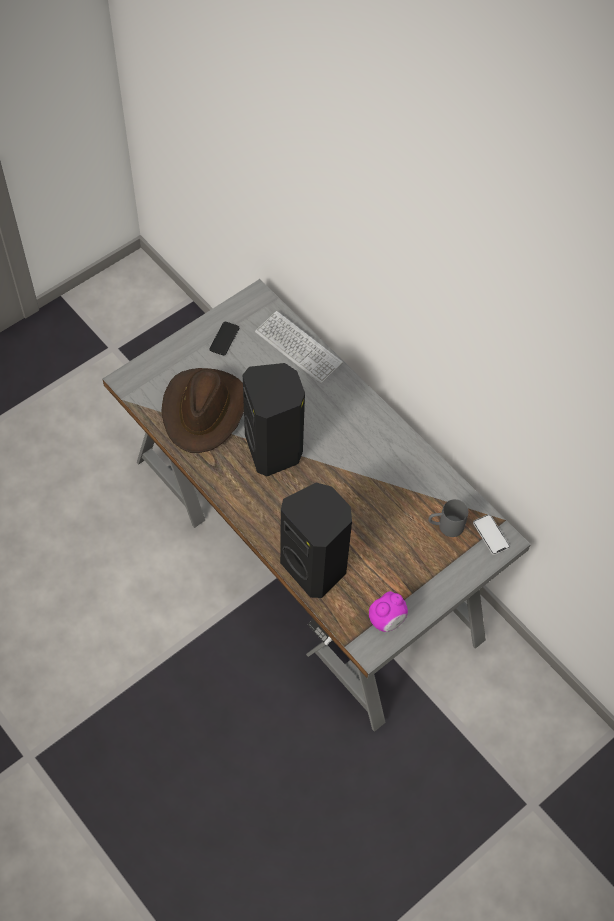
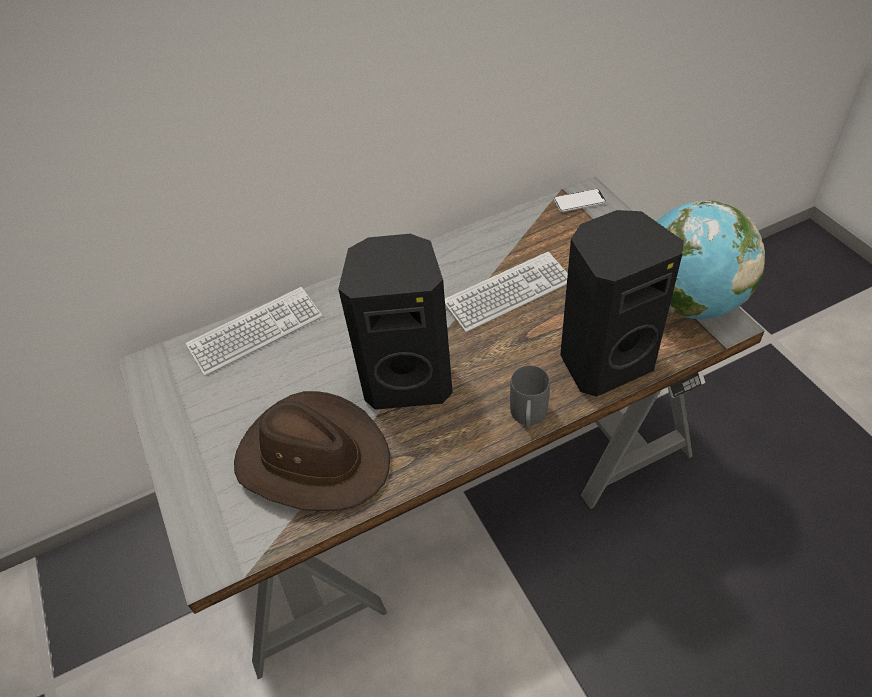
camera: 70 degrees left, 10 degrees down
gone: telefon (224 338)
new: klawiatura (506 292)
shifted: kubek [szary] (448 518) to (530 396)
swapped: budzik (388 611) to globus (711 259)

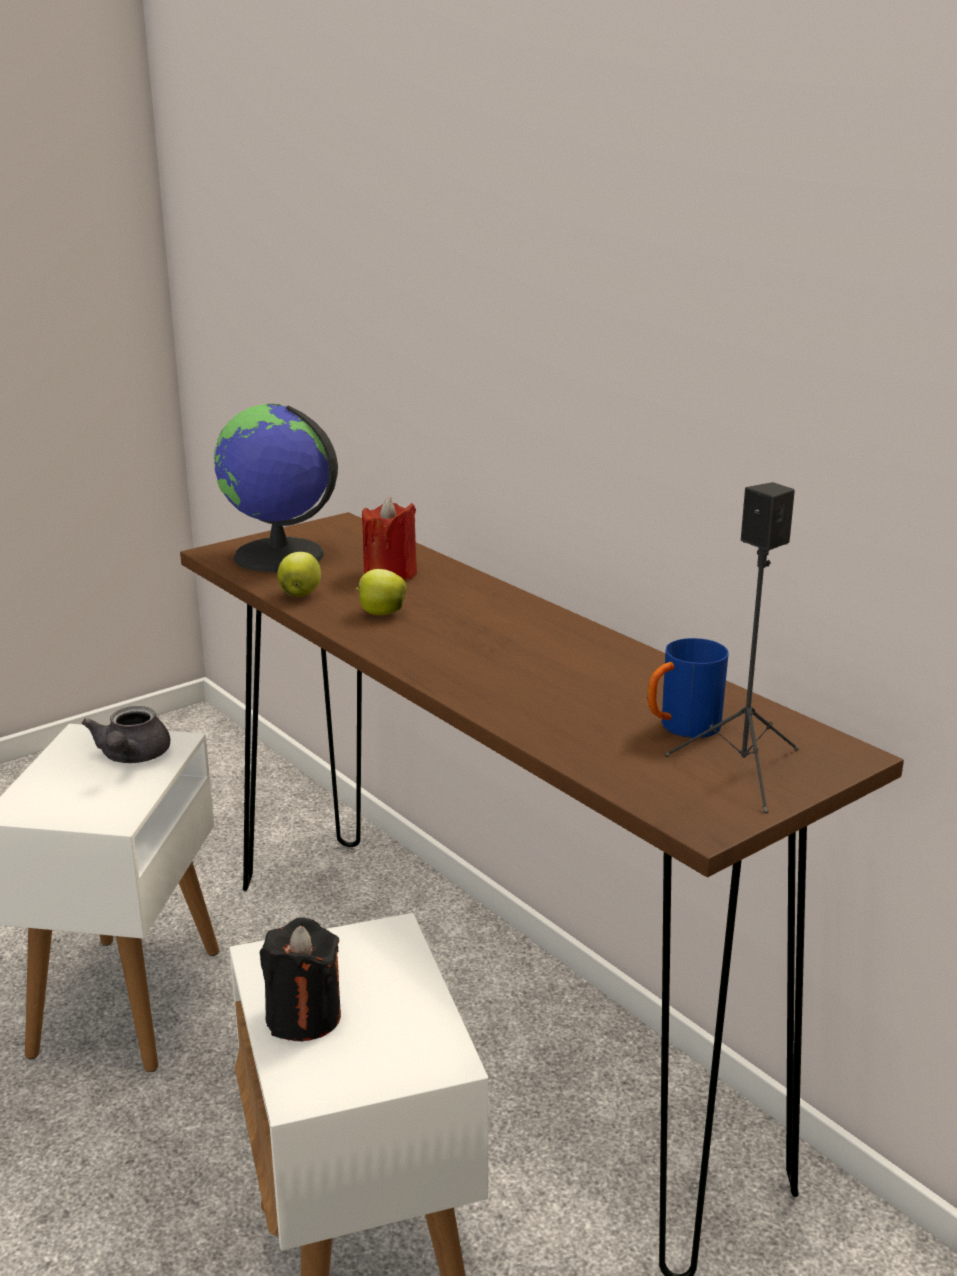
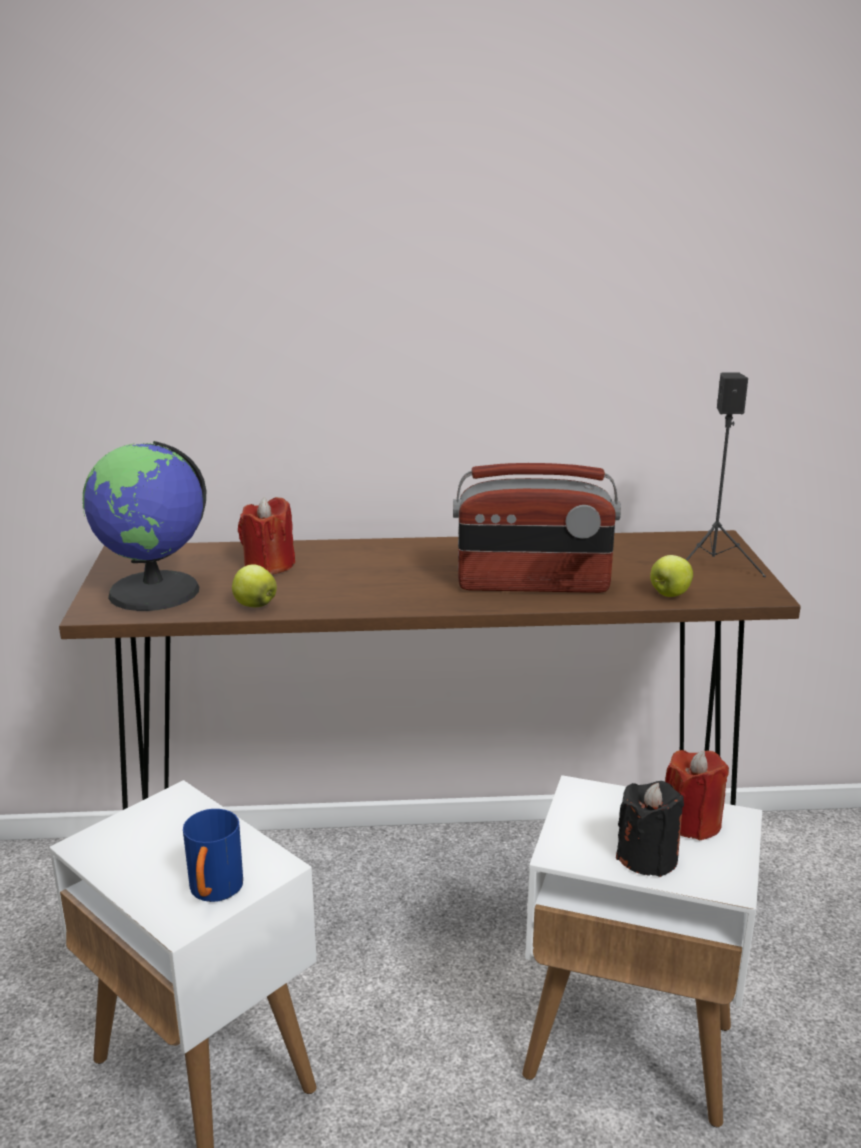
camera: 55 degrees left, 0 degrees up
gone: imbryk [szary] (126 734)
new: radio (537 528); świeca [czerwony] (697 795)
shifted: jabłko (381 592) to (671 576); kubek [niebieski] (688 688) to (213 855)

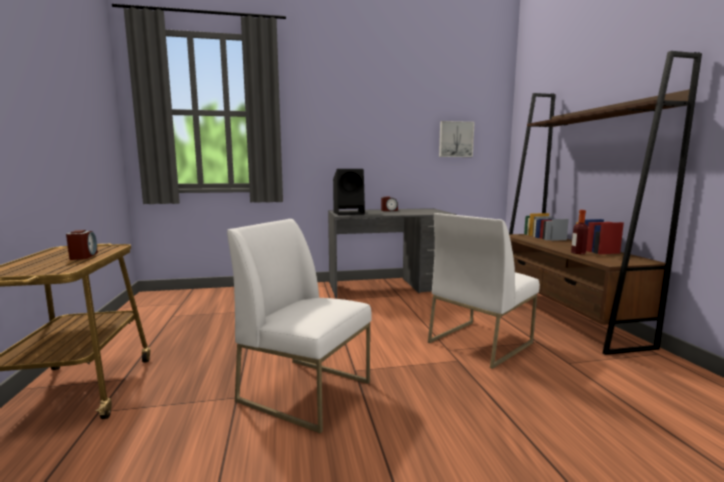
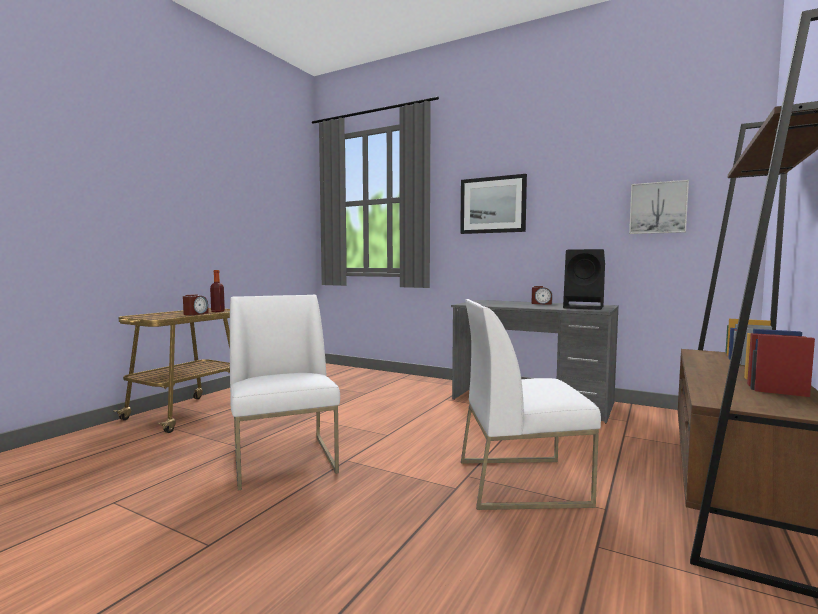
camera: 40 degrees right, 5 degrees down
new: obraz (493 204)
shifted: głośnik [czarny] (349 192) to (584 279); butelka (579 232) to (217 291)

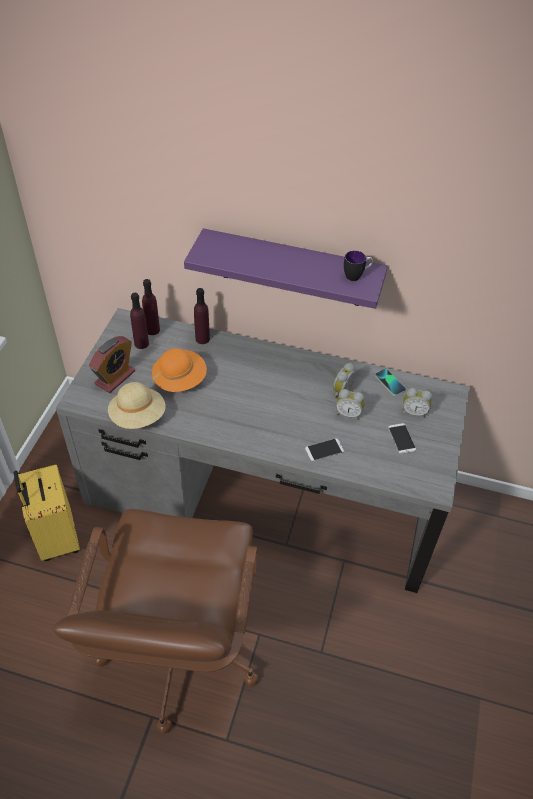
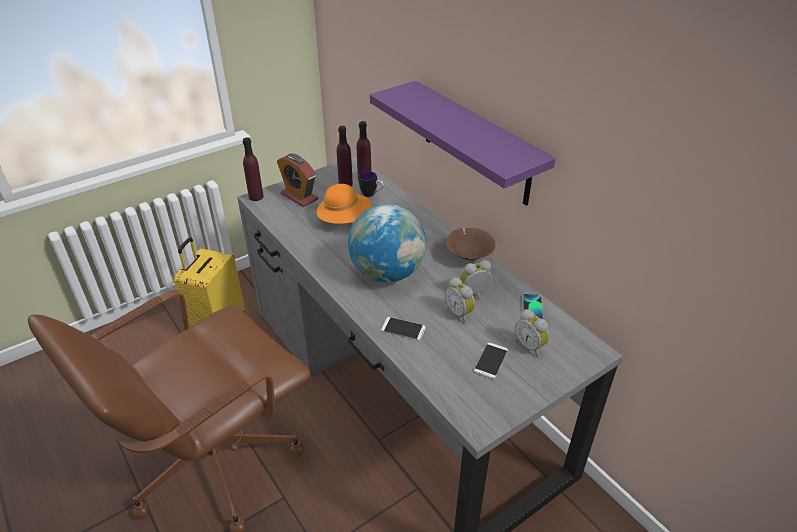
camera: 40 degrees right, 10 degrees down
gone: kapelusz [beżowy] (137 405)
new: globus (387 243); miska [brązowy] (471 244)
shifted: kubek (358 266) to (371 184); butelka [fioletowy] (202 316) to (253 169)
rotated: budzik (112 364) = (297 180) 60 degrees clockwise

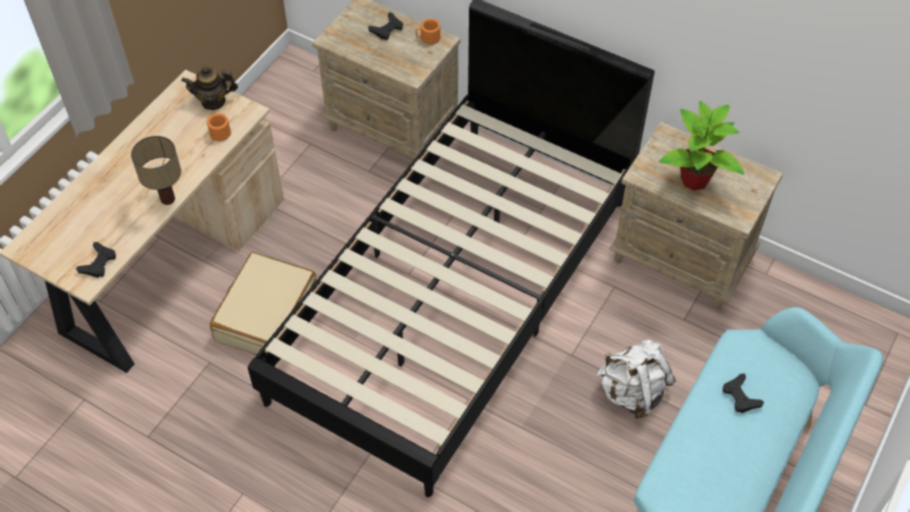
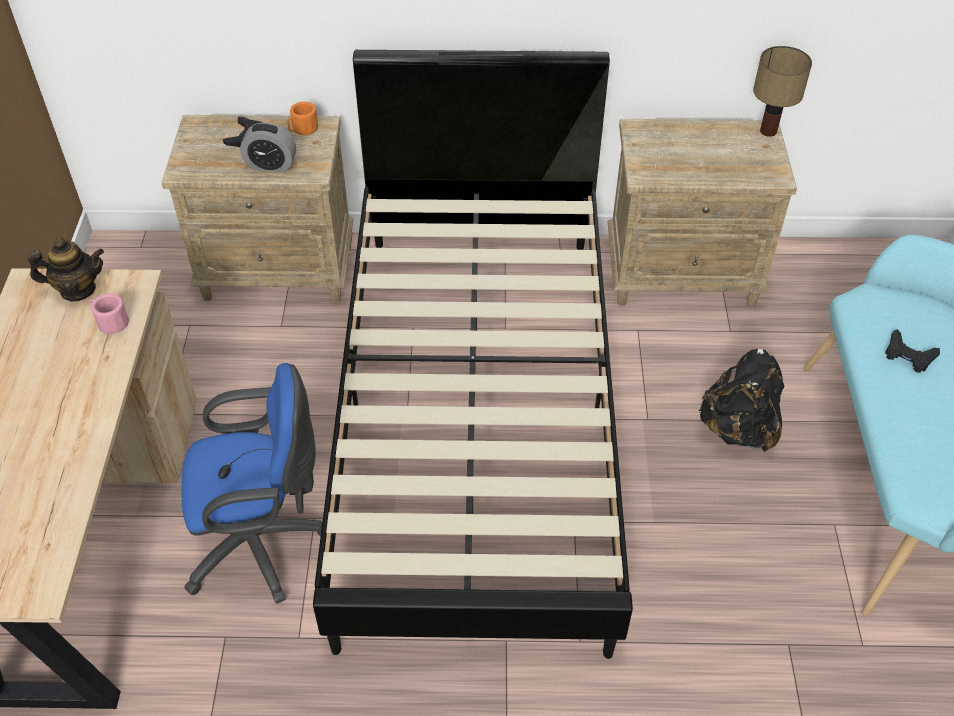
camera: 30 degrees left, 5 degrees down
gone: roślina doniczkowa (701 146); pad do gier [czarny] (96 260)
new: budzik (268 148)
shifted: lampa stołowa (156 170) to (782 91)
swapped: walizka [beżowy] (263 306) to krzesło biurowe [niebieski] (252 483)
repainted: kubek [pomarańczowy] (219 127) to kubek [różowy] (109 313); plecak [biały] (636 379) to plecak [czarny] (741 400)
rotated: imbryk (209 88) = (65 270) 150 degrees counterclockwise

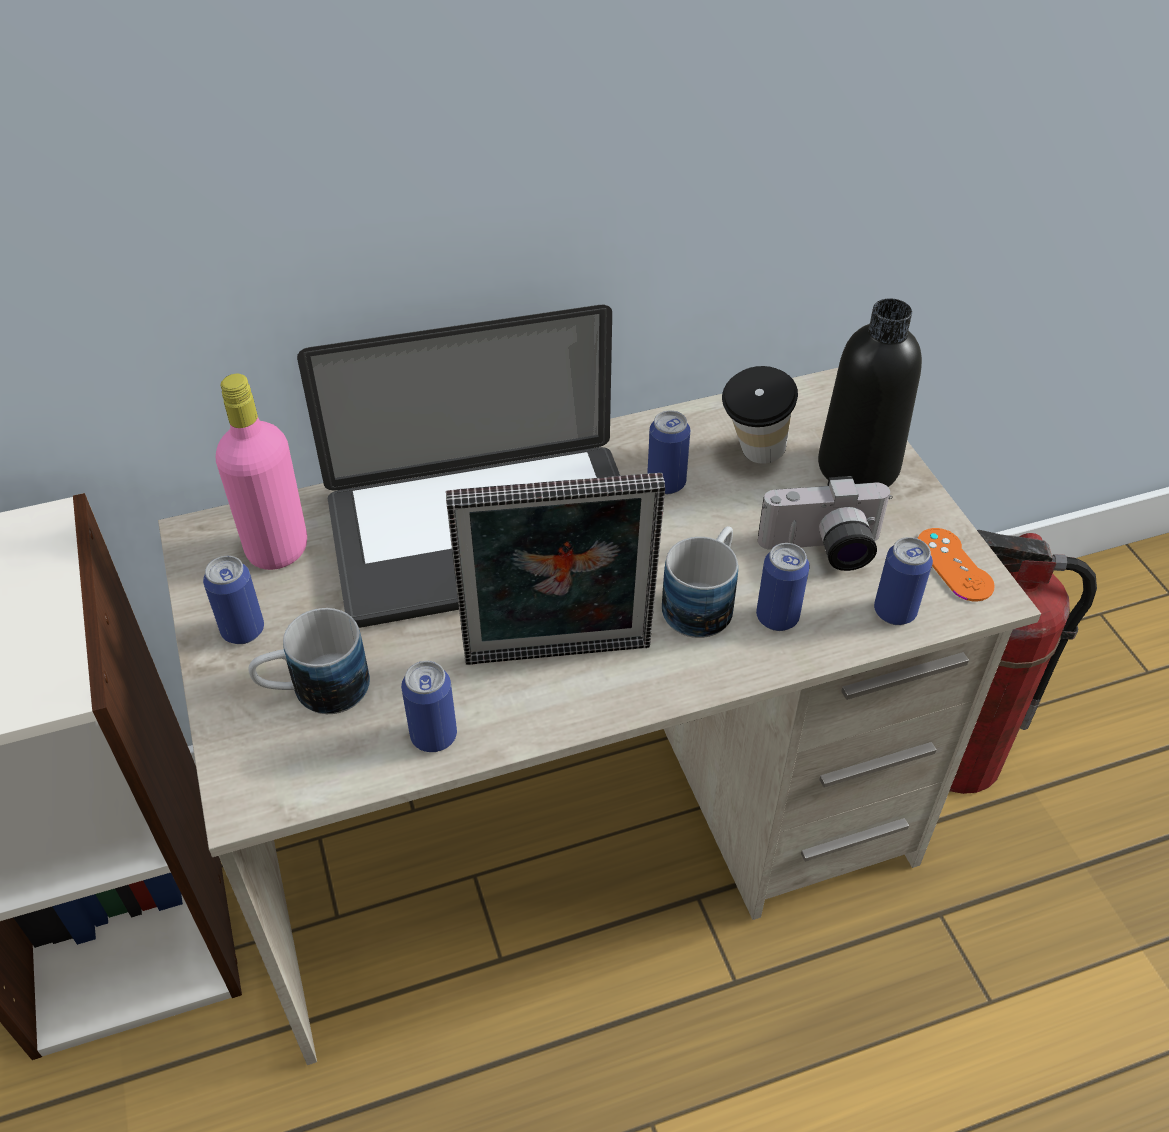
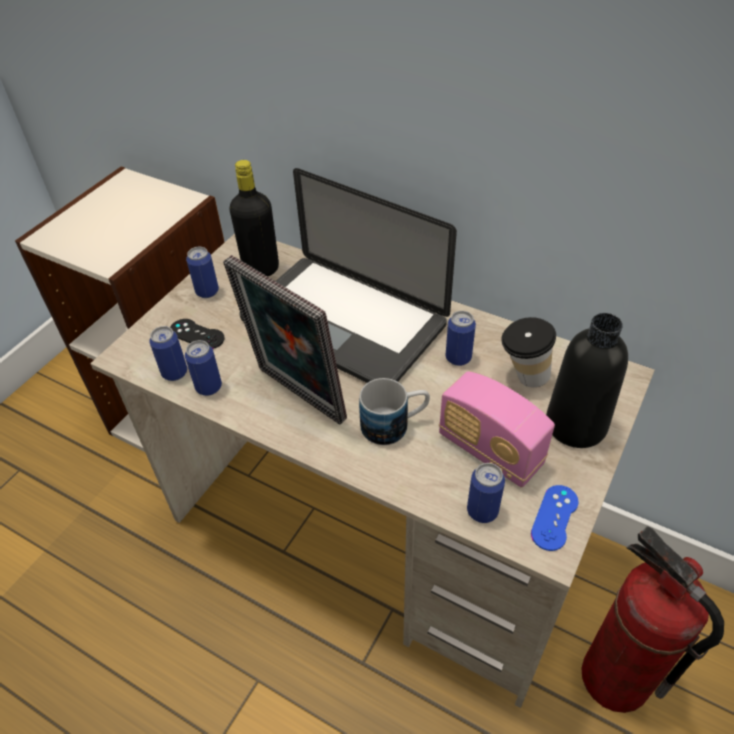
camera: 50 degrees right, 0 degrees up
shifted: puszka (783 587) to (168 353)
swapped: aparat fotograficzny (825 523) to radio (497 429); kubek (309 661) to pad do gier [czarny] (197 334)
repainted: butelka [różowy] (261 472) to butelka [czarny] (254 218); pad do gier [pomarańczowy] (956 564) to pad do gier [niebieski] (555 518)

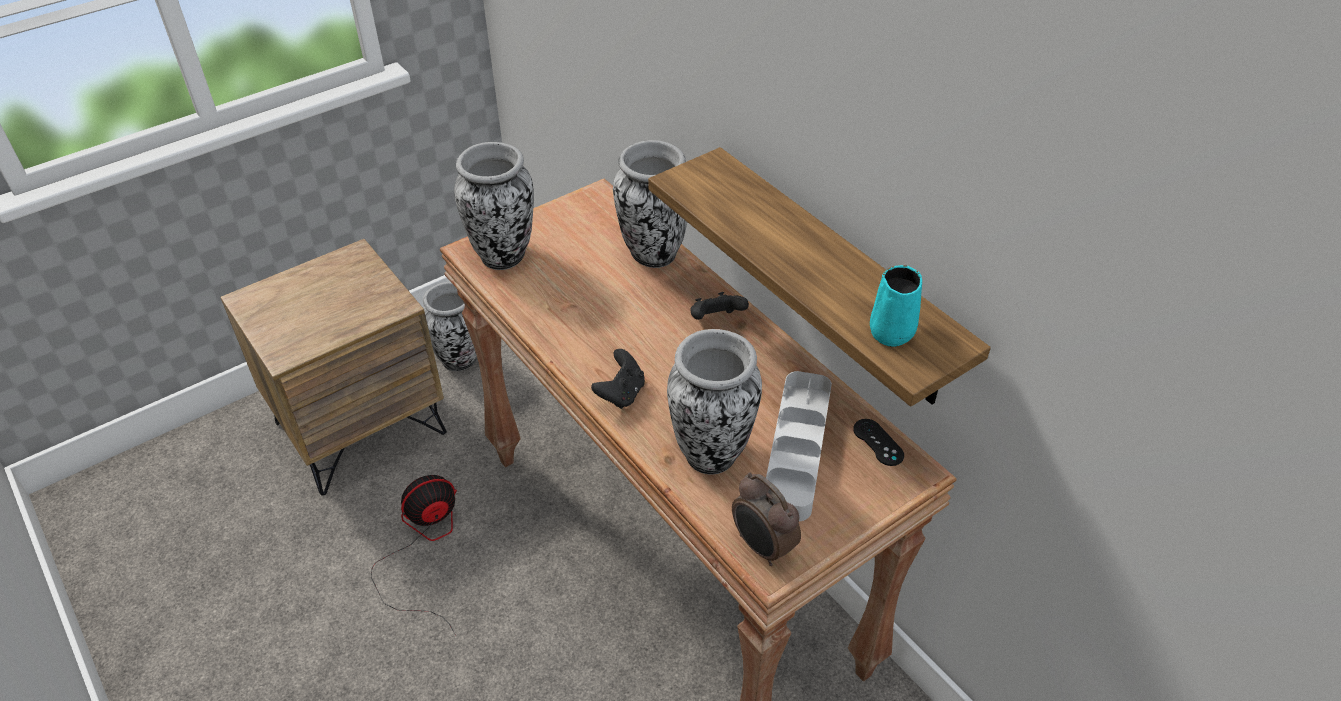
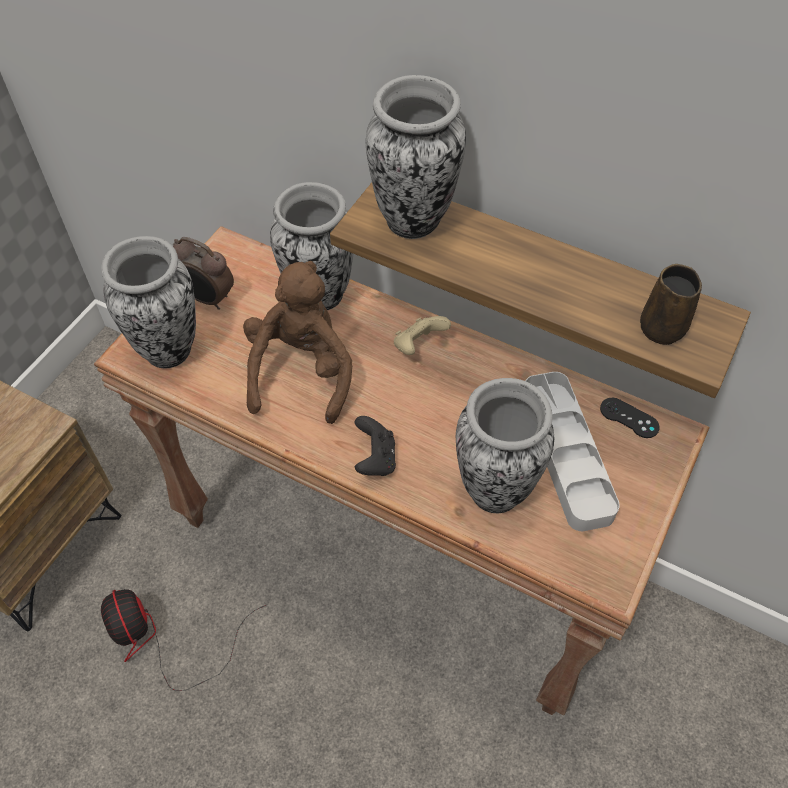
camera: 25 degrees left, 10 degrees up
new: pluszak [brązowy] (297 342)
shifted: wazon (450 326) to (416 157); budzik (766 519) to (203 273)
repainted: kubek [turkusowy] (896 306) to kubek [brązowy] (671 304); pad do gier [czarny] (719 306) to pad do gier [beżowy] (422 335)
rotated: wentylator (414 554) = (184 640) 60 degrees counterclockwise

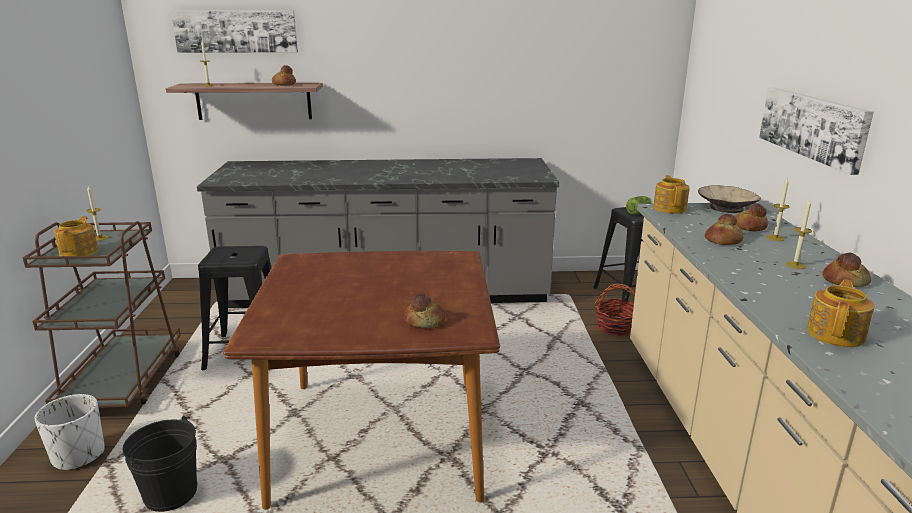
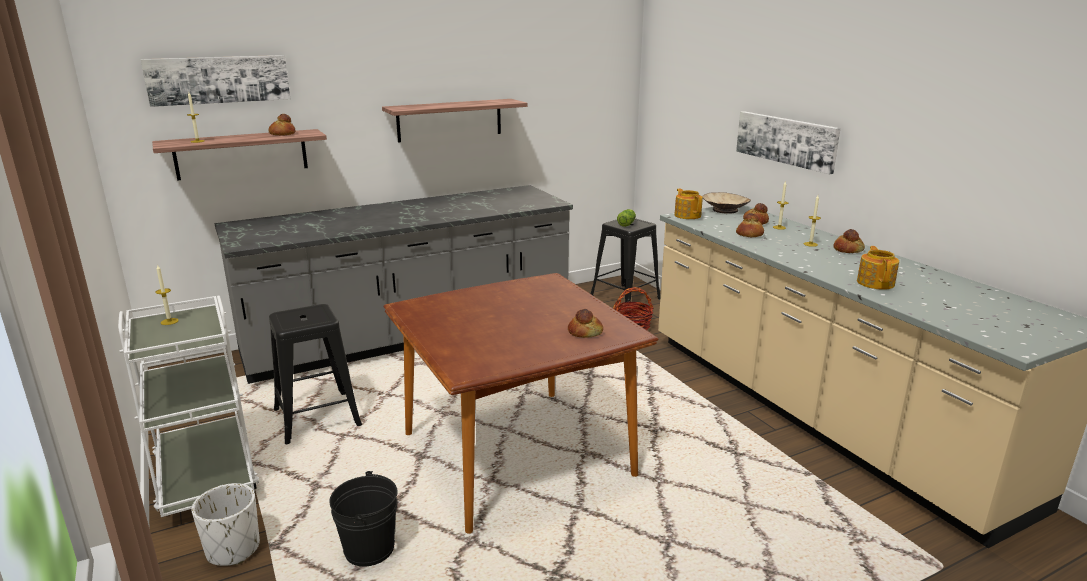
camera: 25 degrees left, 0 degrees up
gone: imbryk (76 236)
new: półka (455 121)
repainted: wózek [brązowy] (101 314) to wózek [biały] (188 406)

